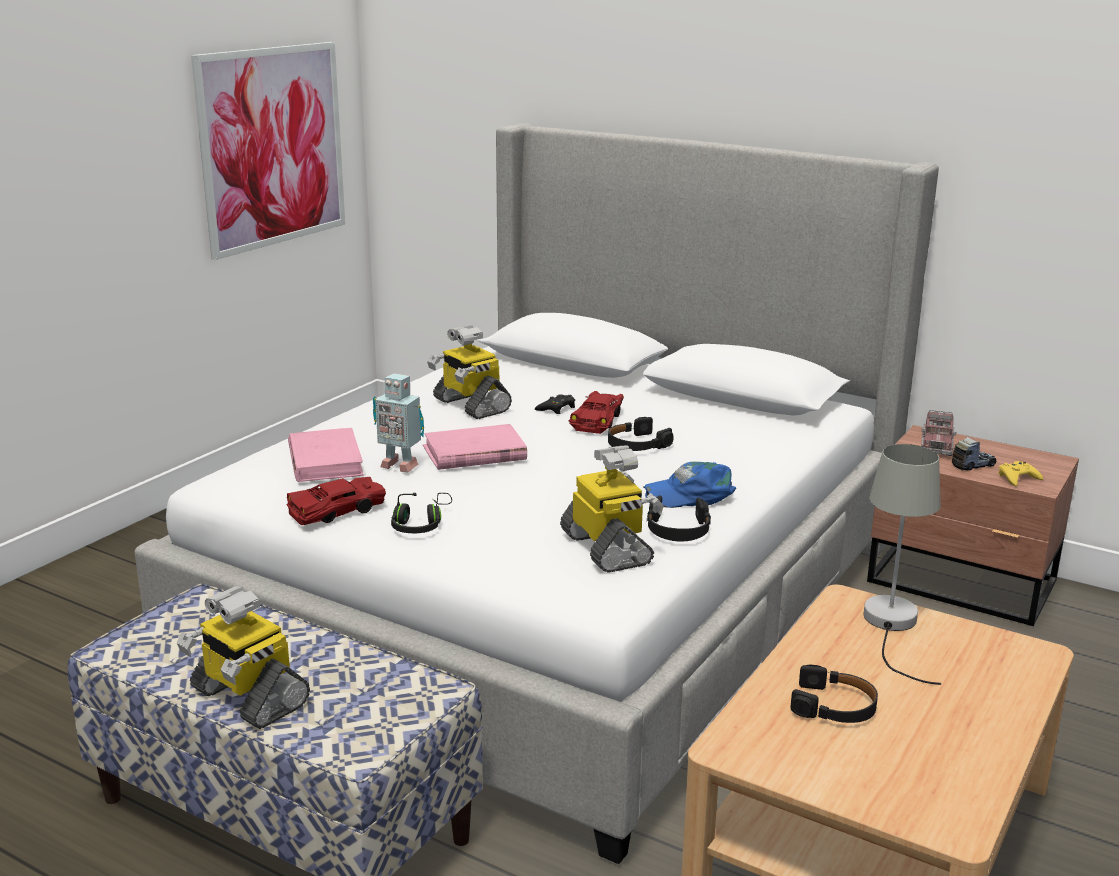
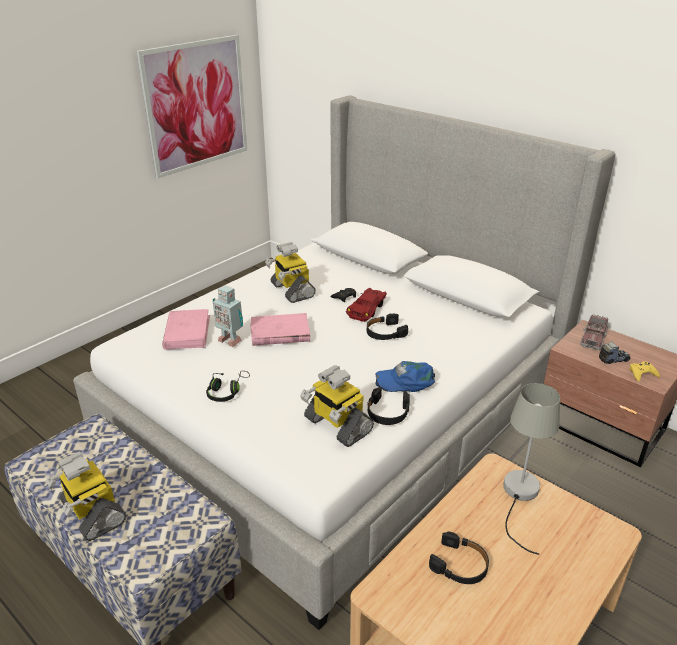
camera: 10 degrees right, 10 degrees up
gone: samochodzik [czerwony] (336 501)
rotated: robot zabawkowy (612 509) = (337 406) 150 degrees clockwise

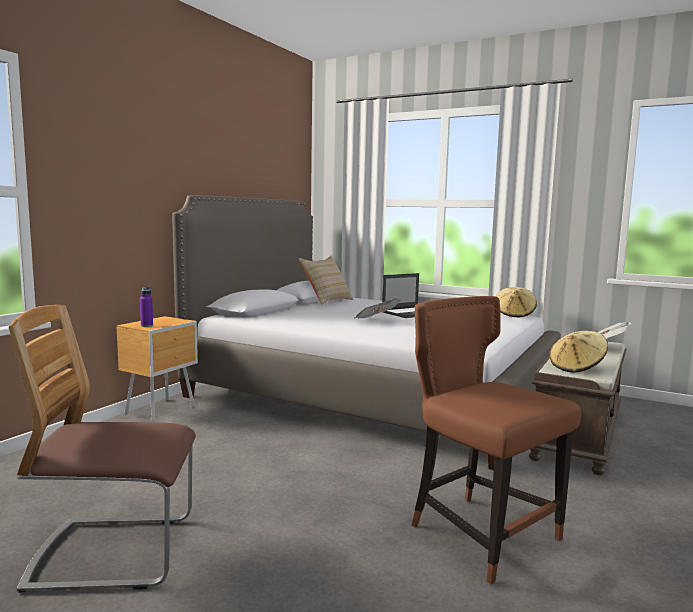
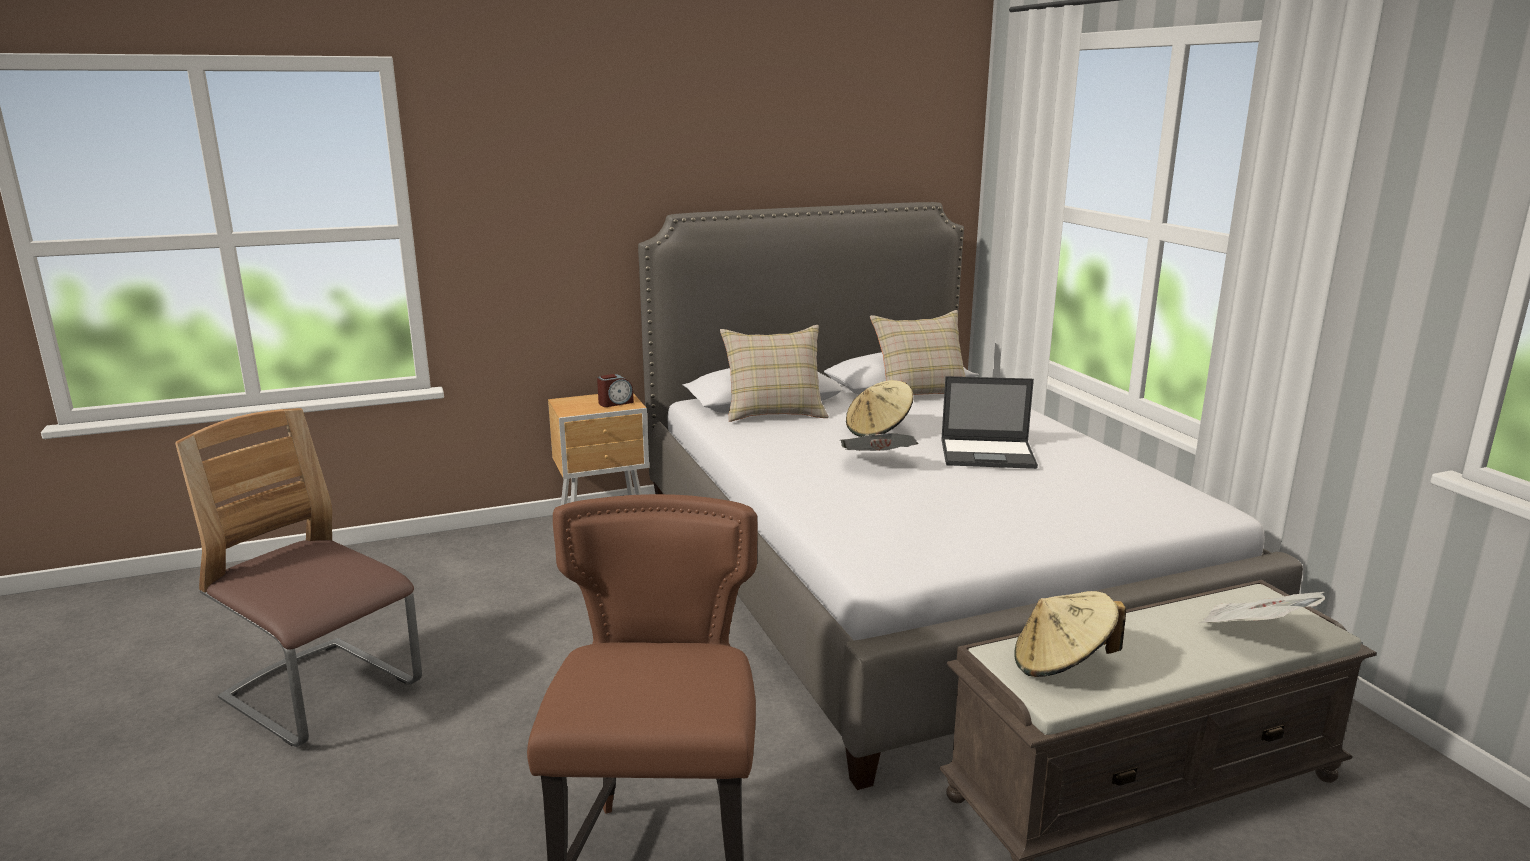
camera: 40 degrees right, 10 degrees up
gone: butelka [fioletowy] (146 307)
new: poduszka [beżowy] (774 373); budzik (615 390)
shifted: kapelusz [beżowy] (516 302) to (879 408)

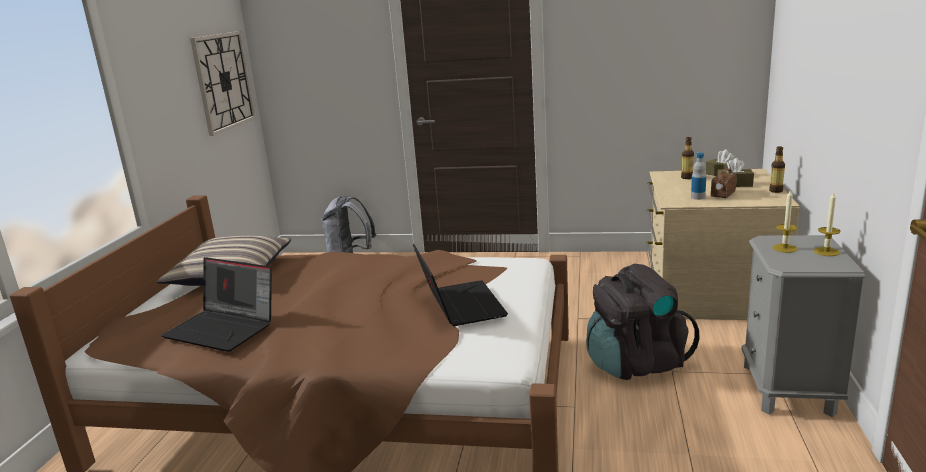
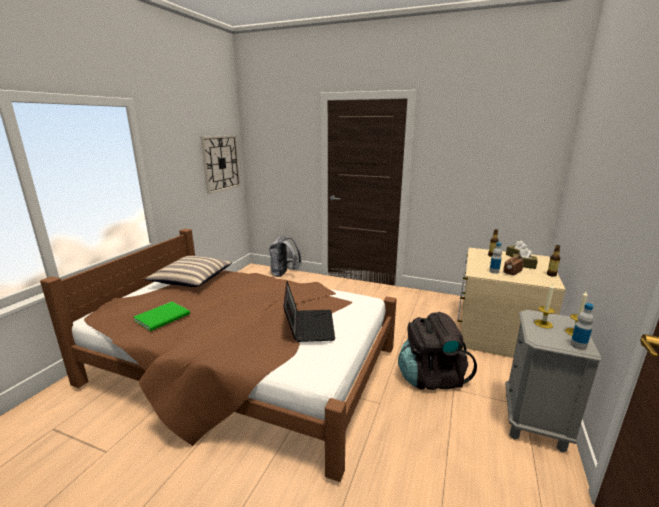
camera: 10 degrees right, 0 degrees up
new: butelka (582 326)
swapped: laptop (216 304) to książka [zielony] (162 316)

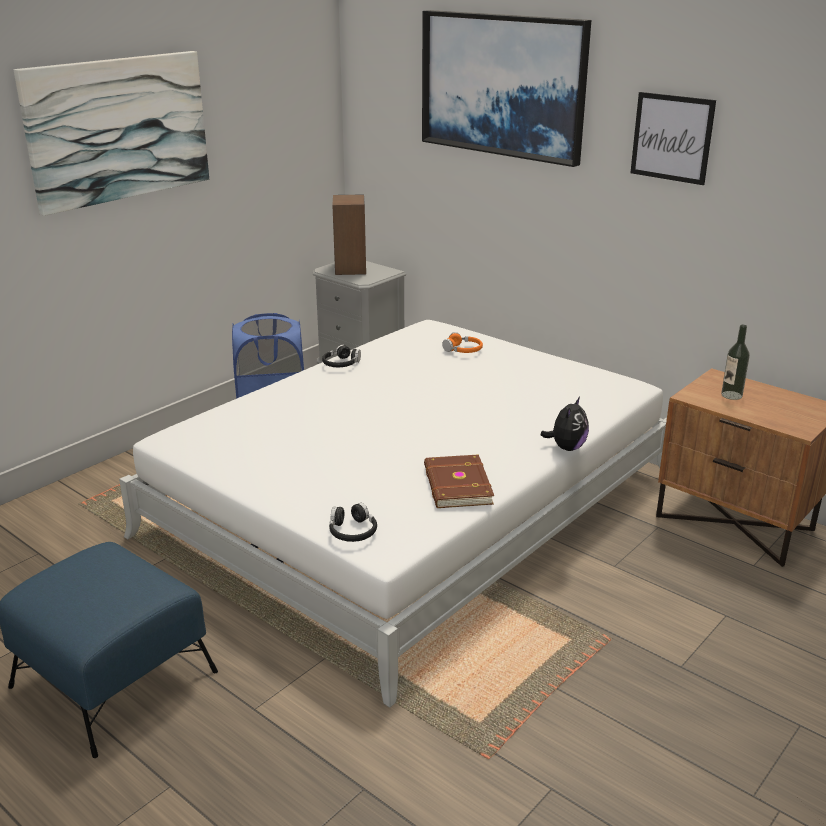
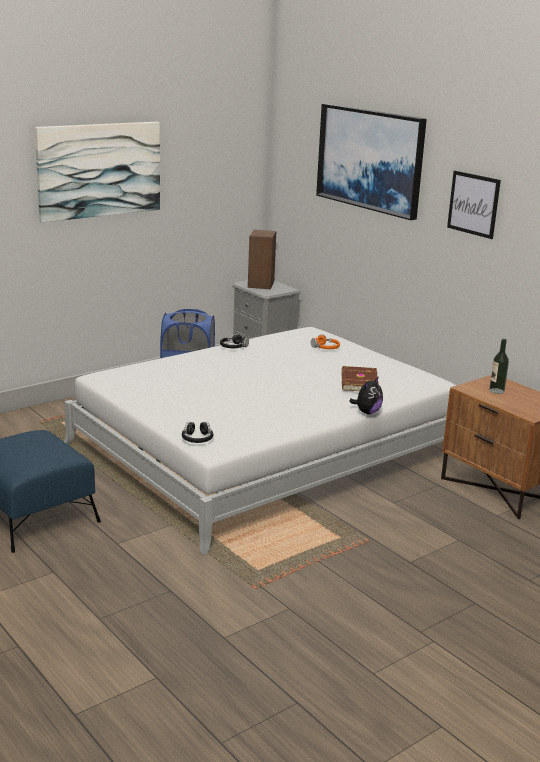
camera: 10 degrees right, 5 degrees down
shifted: książka [brązowy] (459 481) to (360 378)

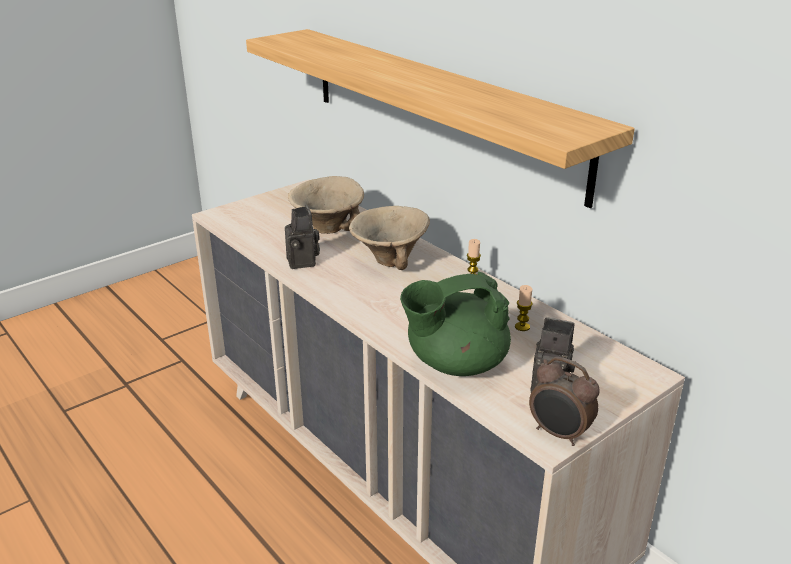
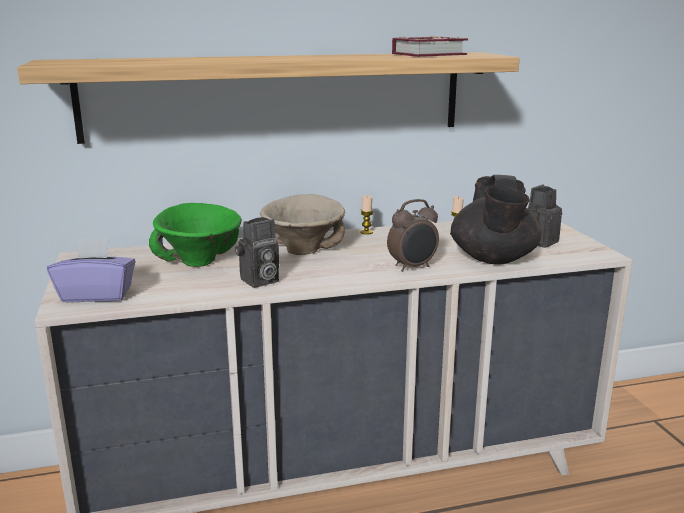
camera: 65 degrees left, 10 degrees down
new: książka (430 46); pudełko chusteczek [fioletowy] (91 270)
shifted: budzik (564 401) to (413 235)
repainted: miska [beżowy] (326 205) to miska [zielony] (195 235); imbryk [zielony] (455 324) to imbryk [czarny] (496 220)
rotated: aparat fotograficzny (302 237) = (257 252) 135 degrees clockwise

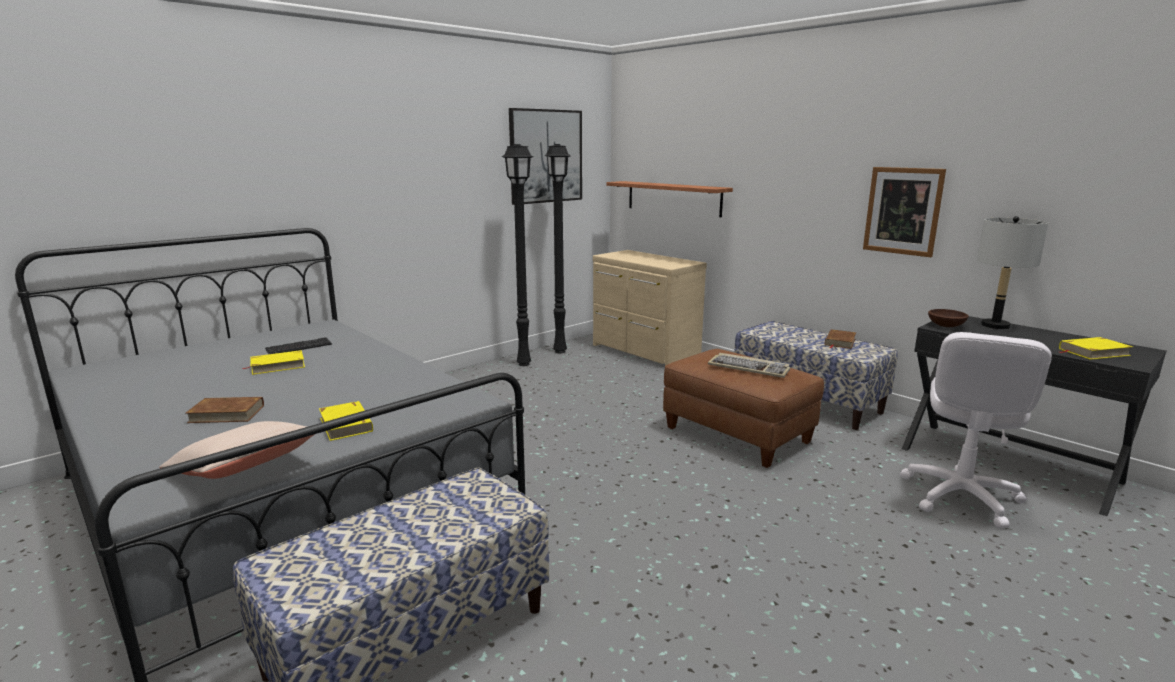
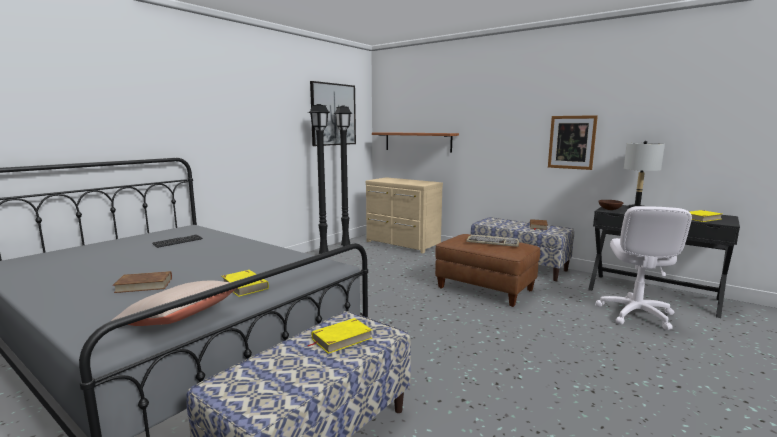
camera: 10 degrees left, 5 degrees down
shifted: książka [żółty] (274 362) to (339 336)

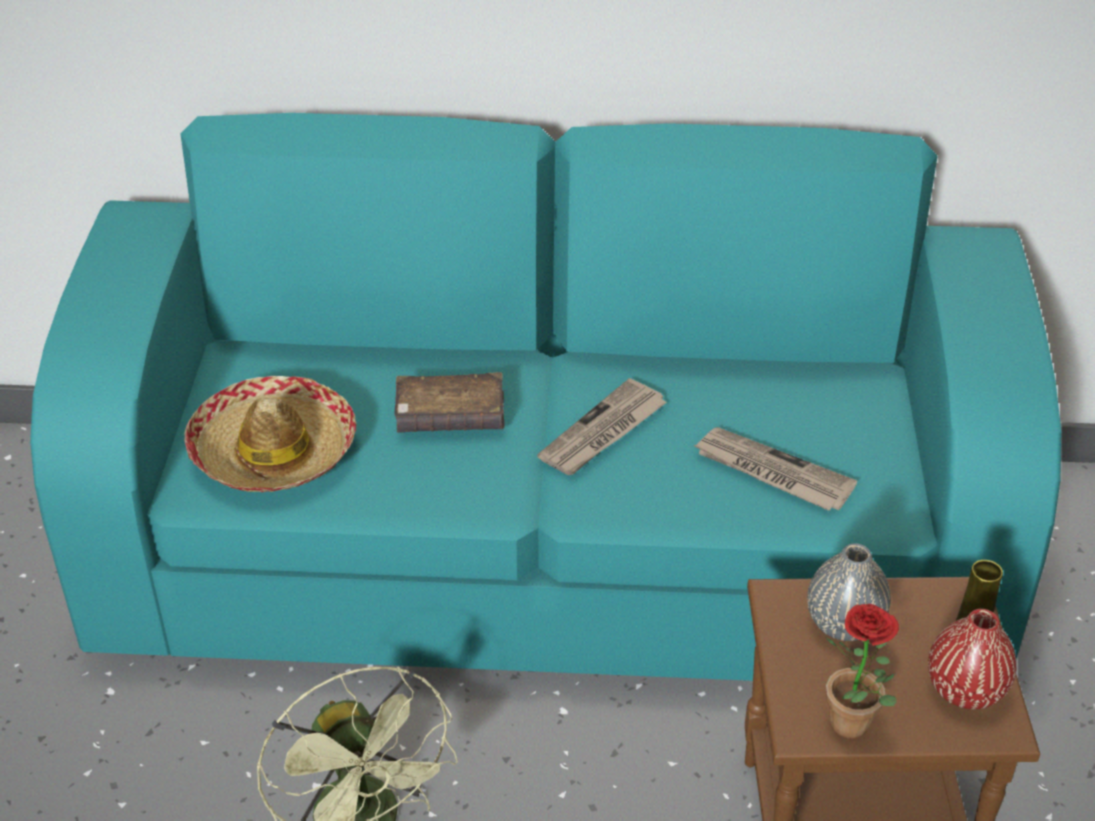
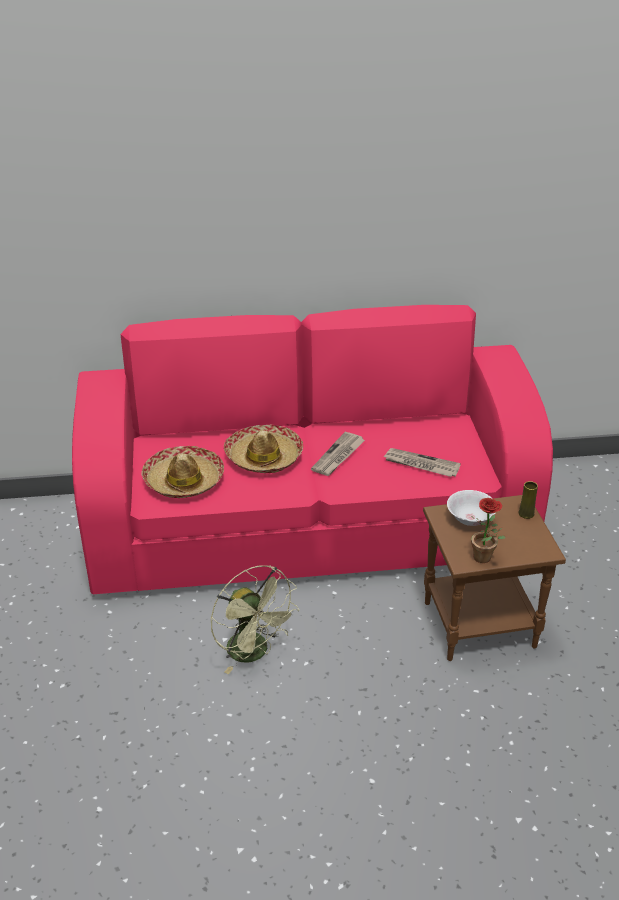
camera: 10 degrees left, 5 degrees down
gone: wazon [czerwony] (972 659)
swapped: książka [brązowy] (449 402) to kapelusz (263 449); wazon [szary] (849 592) to miska [biały] (471 508)
repainted: kanapa [turkusowy] (546 397) to kanapa [różowy] (312 449)

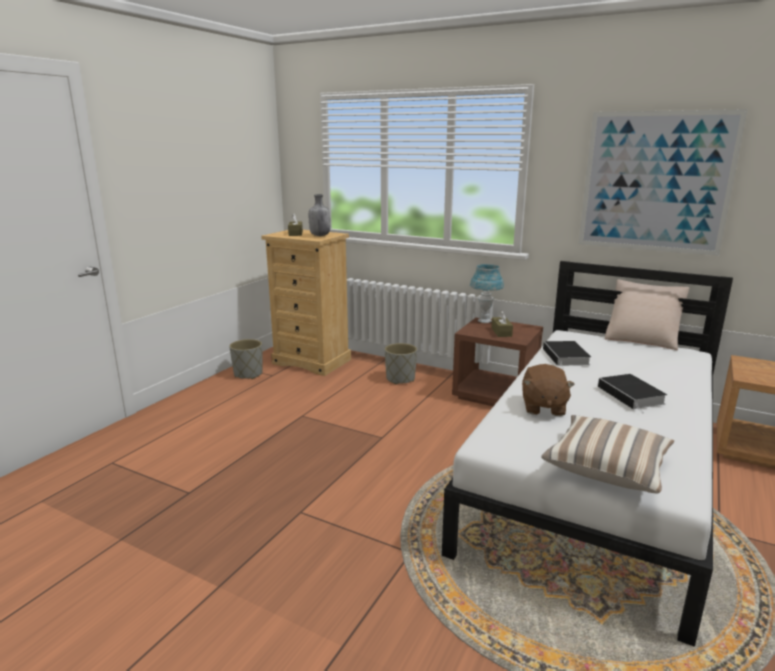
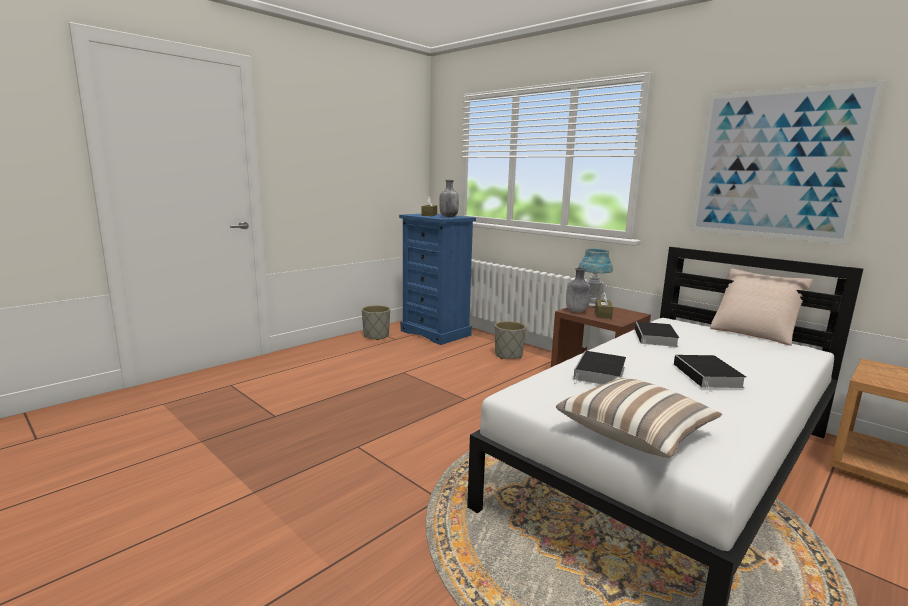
camera: 15 degrees right, 5 degrees down
new: butelka [szary] (578 290)
swapped: pluszak [brązowy] (548 390) to książka (599 368)
repainted: komoda [beżowy] (306 303) to komoda [niebieski] (437 279)

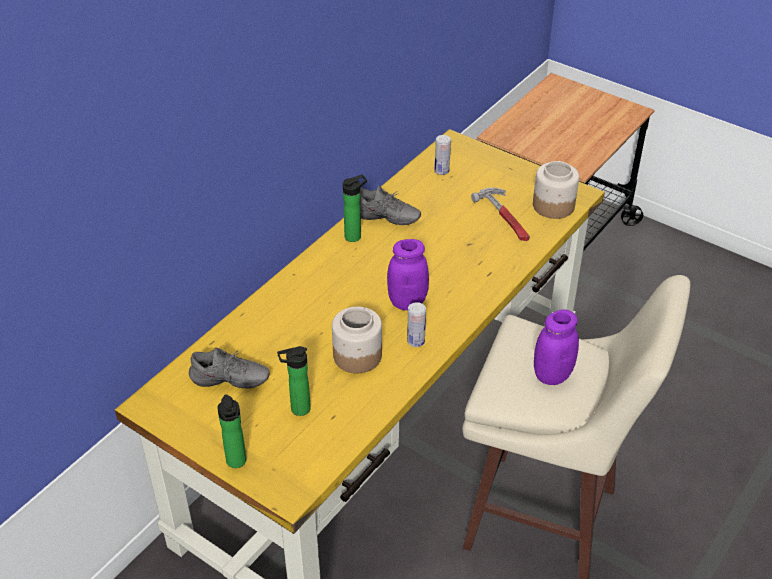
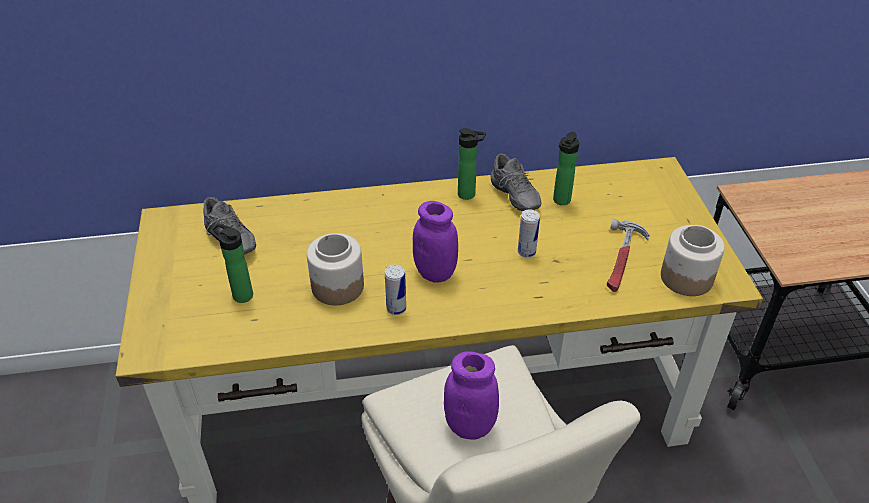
camera: 45 degrees right, 0 degrees up
shifted: puszka (443 155) to (529 233); butelka (232 431) to (566 168)

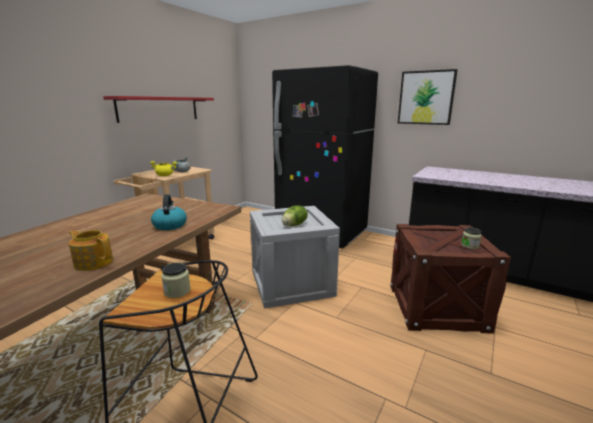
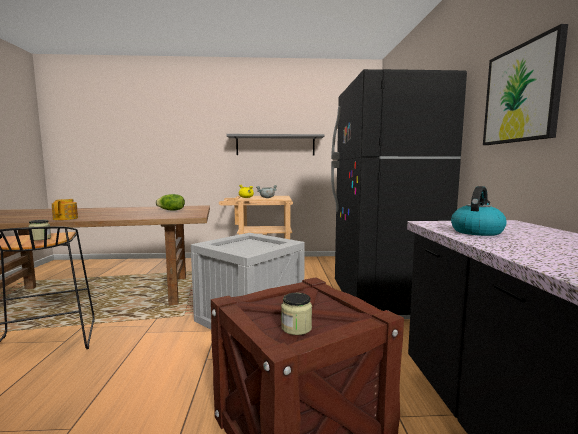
camera: 55 degrees right, 10 degrees down
shifted: czajnik (169 212) to (479 211); sałata (295 215) to (170 202)
repainted: półka [czerwony] (158 109) to półka [szary] (275 145)

